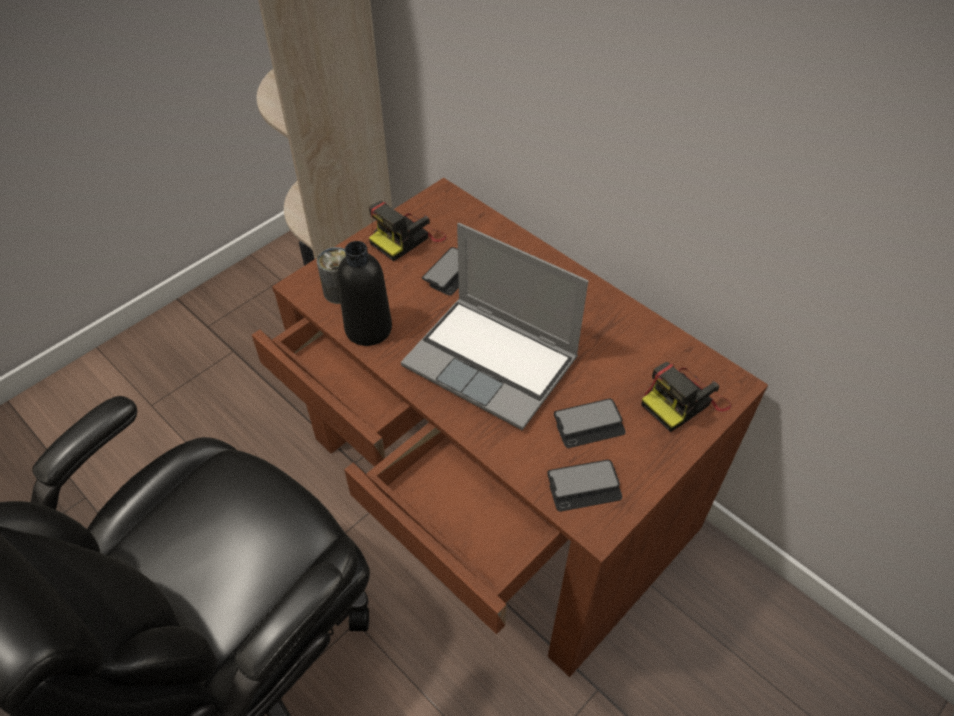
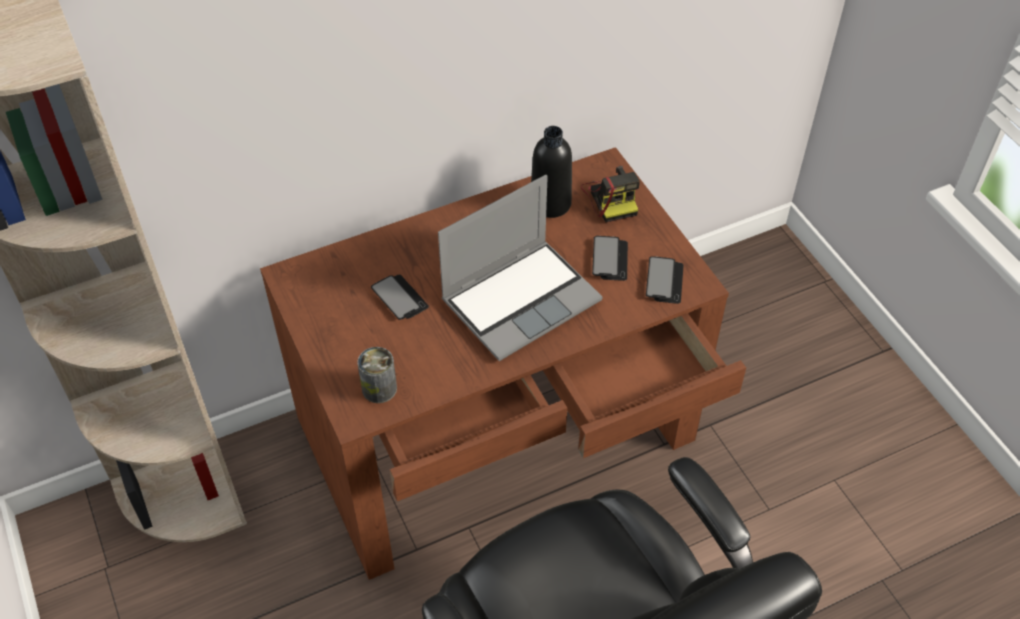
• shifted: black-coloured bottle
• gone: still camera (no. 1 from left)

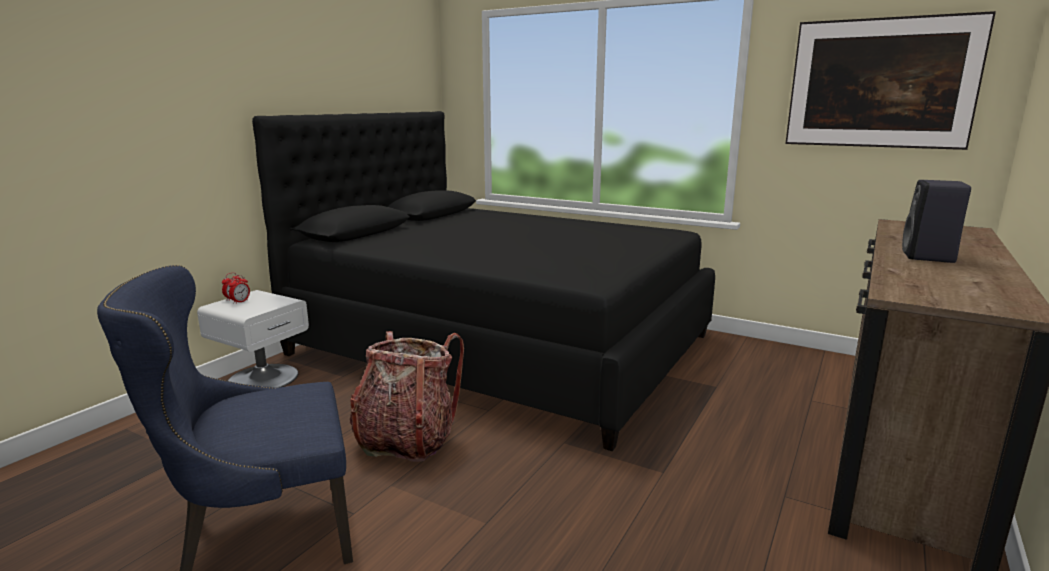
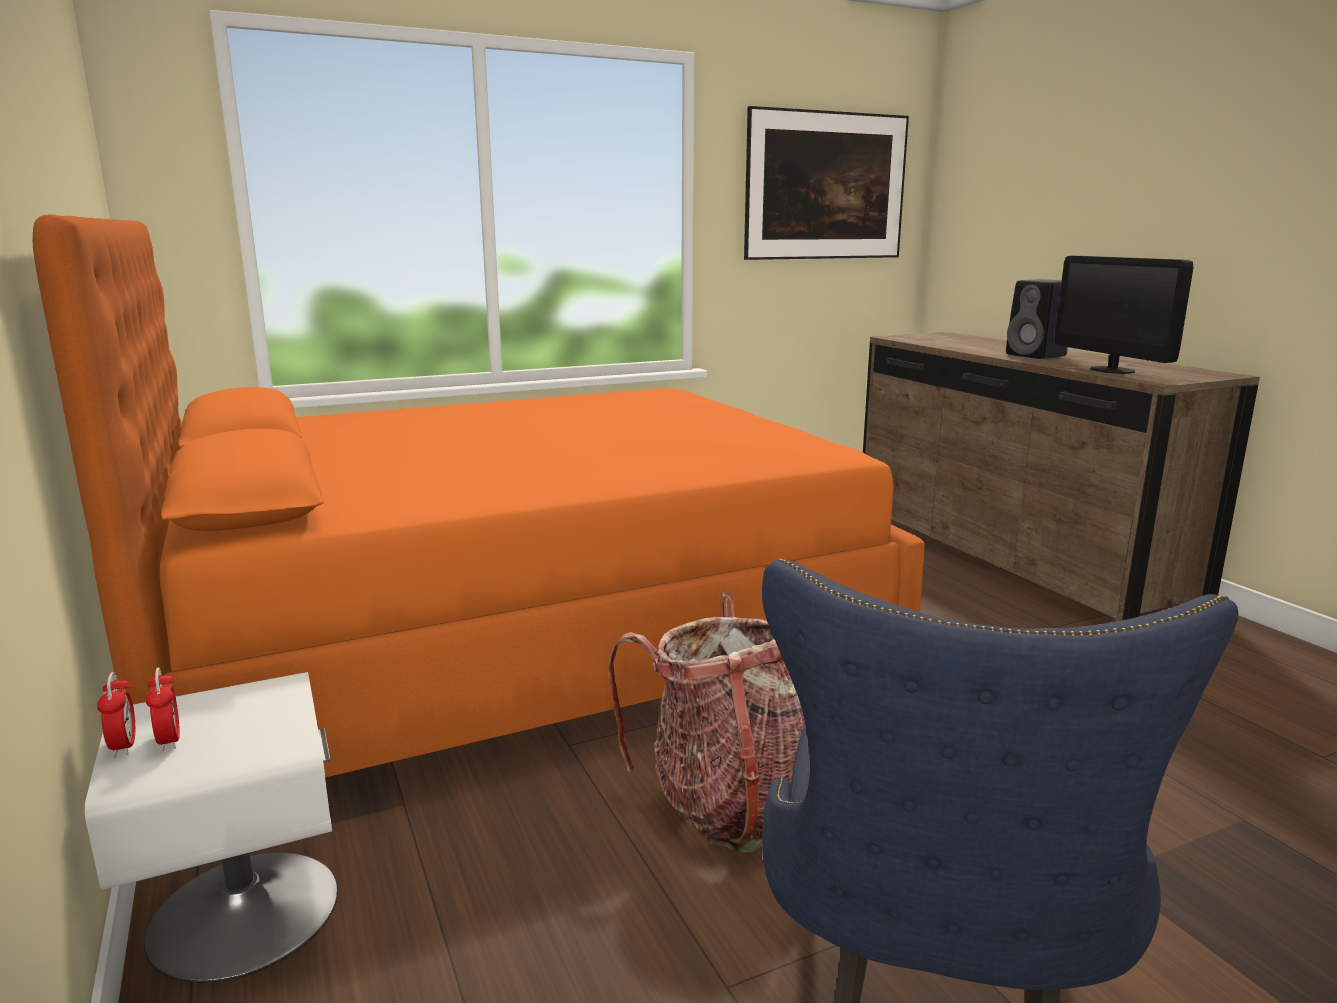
• repainted: black-coloured bed to orangey bed
• new: monitor

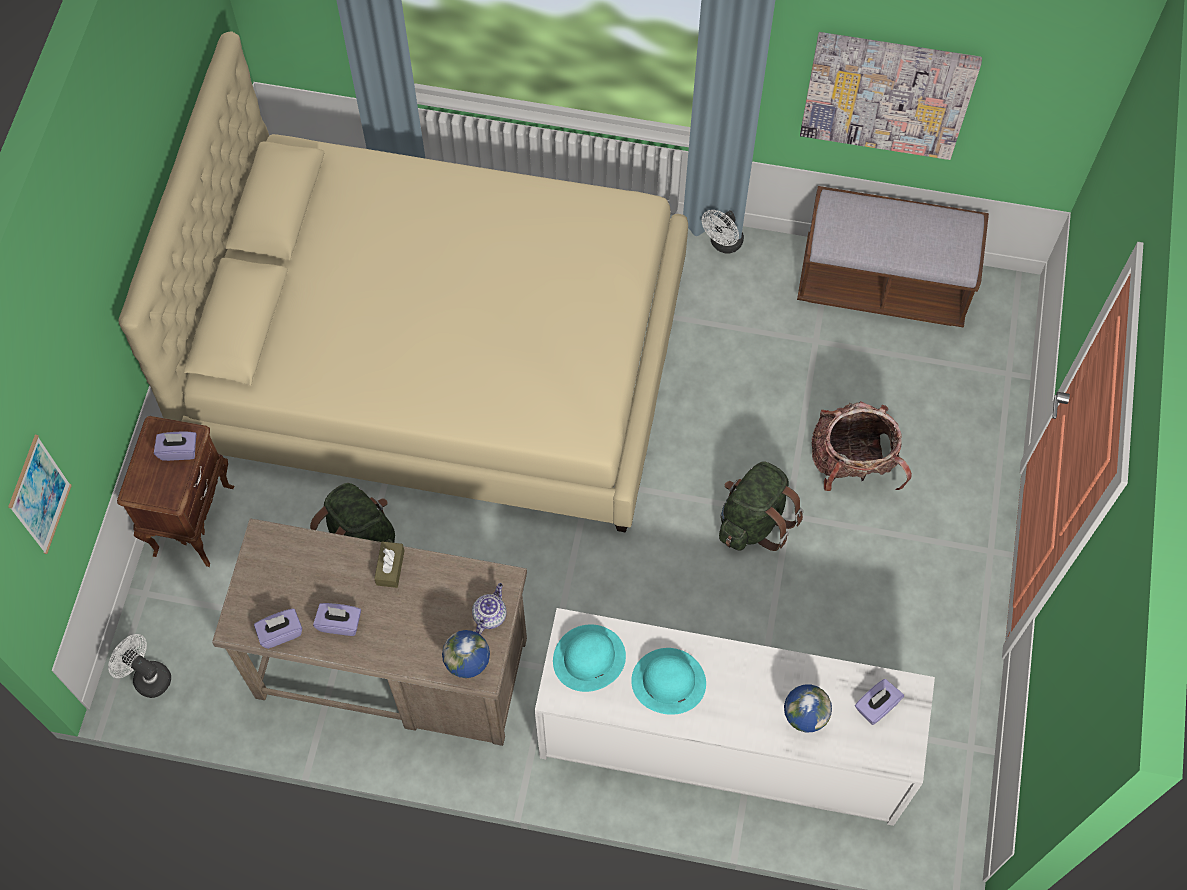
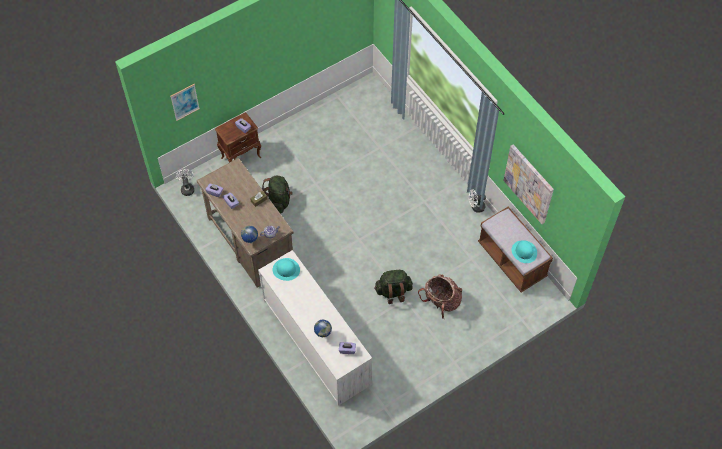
• gone: beige-coloured bed
• shifted: turquoise clothing hat (no. 2 from left)

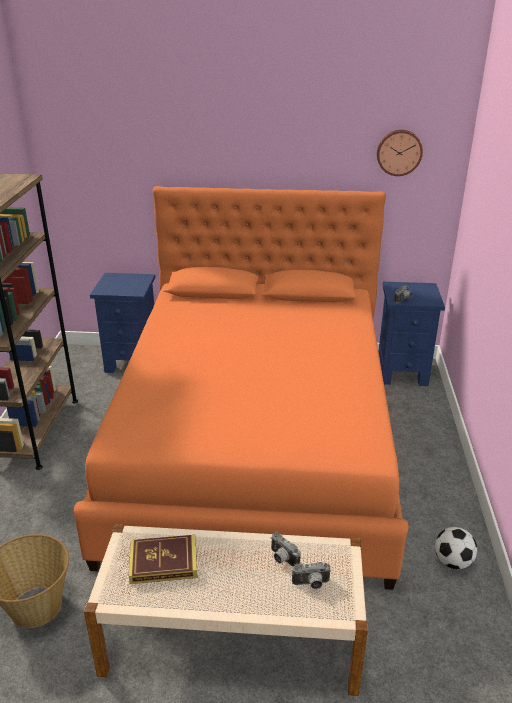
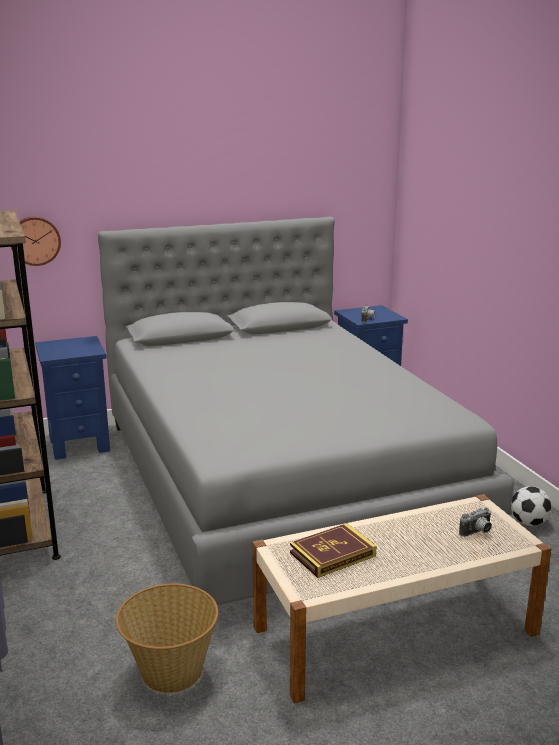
• repainted: orangey bed to grey bed
• gone: still camera (no. 1 from left)
• shifted: wall clock

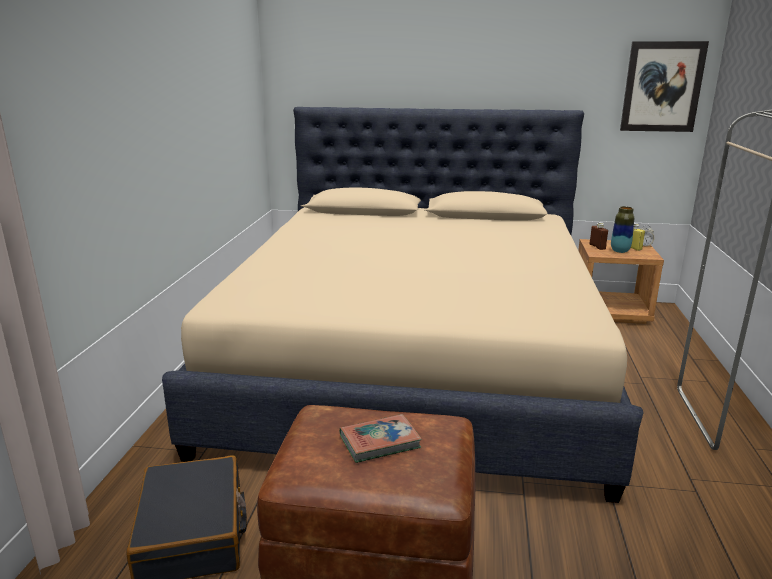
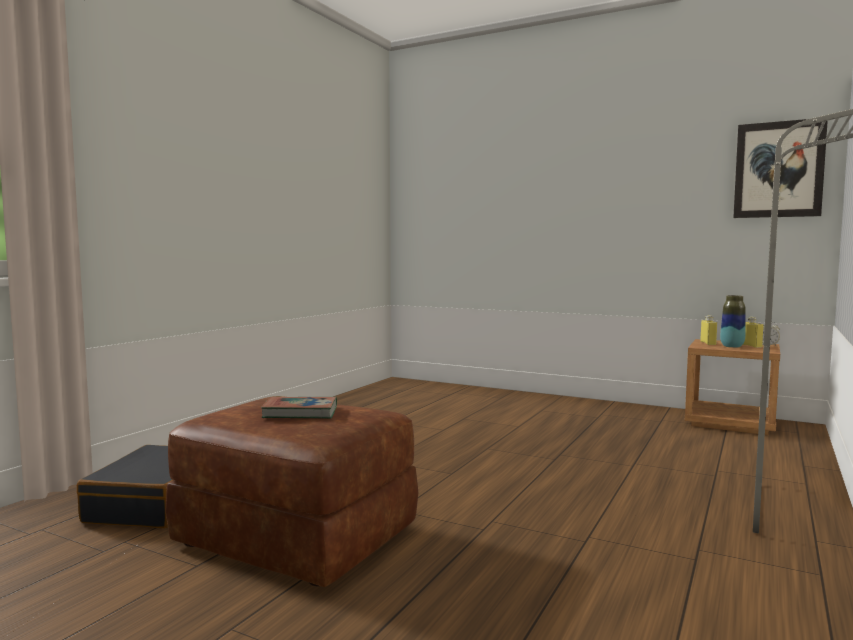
• gone: beige-coloured bed
• repainted: brownish bottle to yellow-coloured bottle (no. 1 from left)

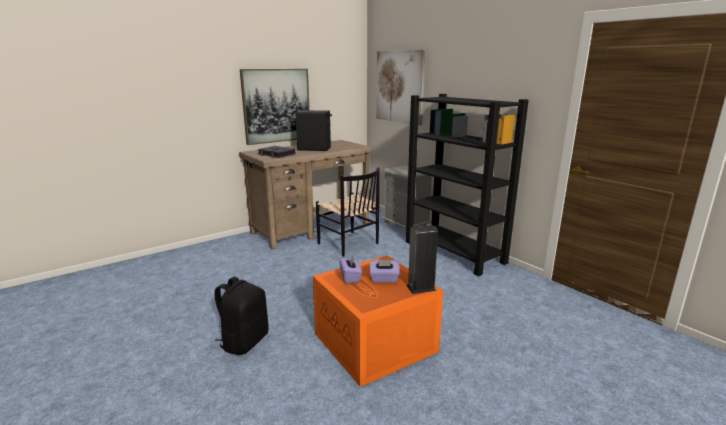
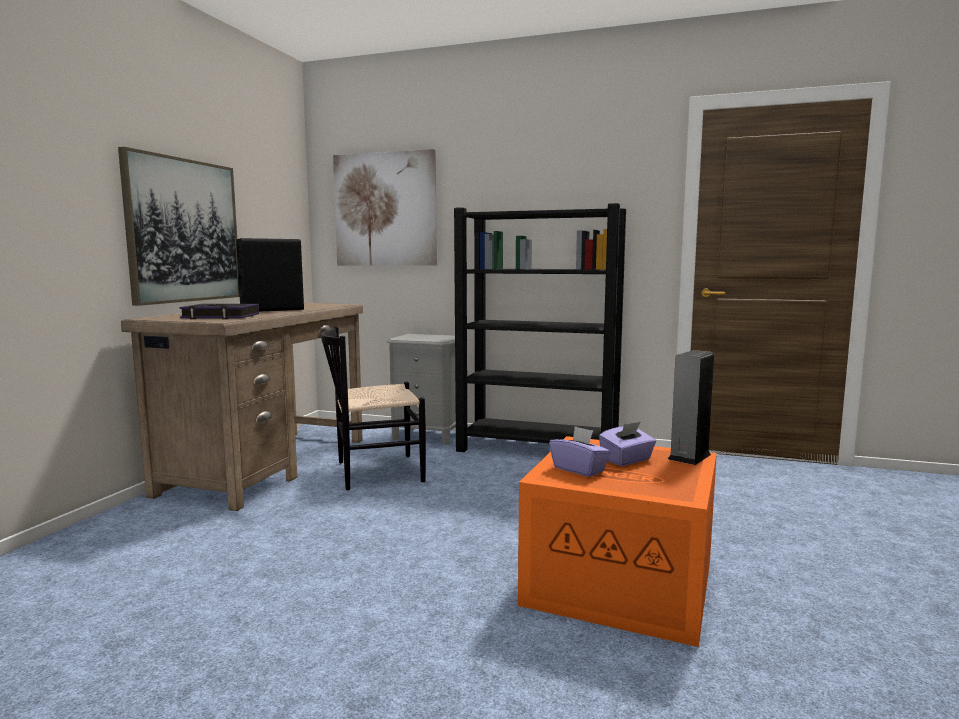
• gone: black-coloured rucksack
• rotated: black-coloured upright chair 150 degrees clockwise

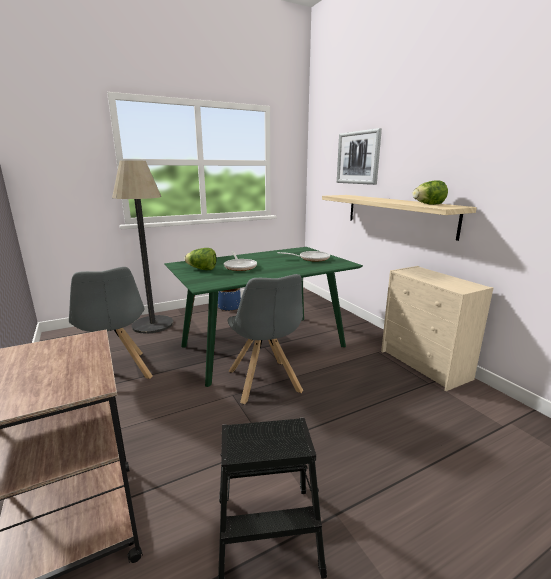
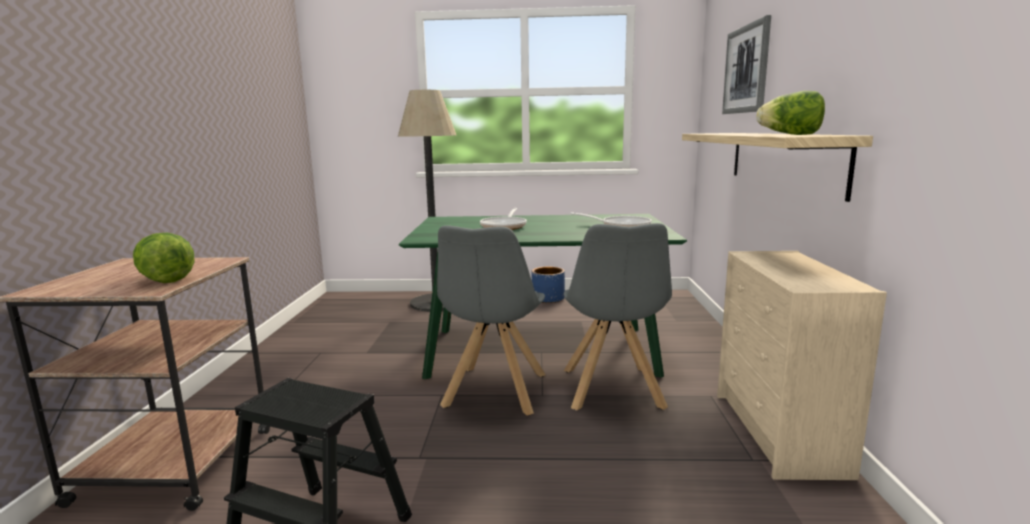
• shifted: grey upright chair (no. 1 from left in the first image) to grey upright chair (no. 2 from left)
• shifted: lettuce head (no. 1 from left)

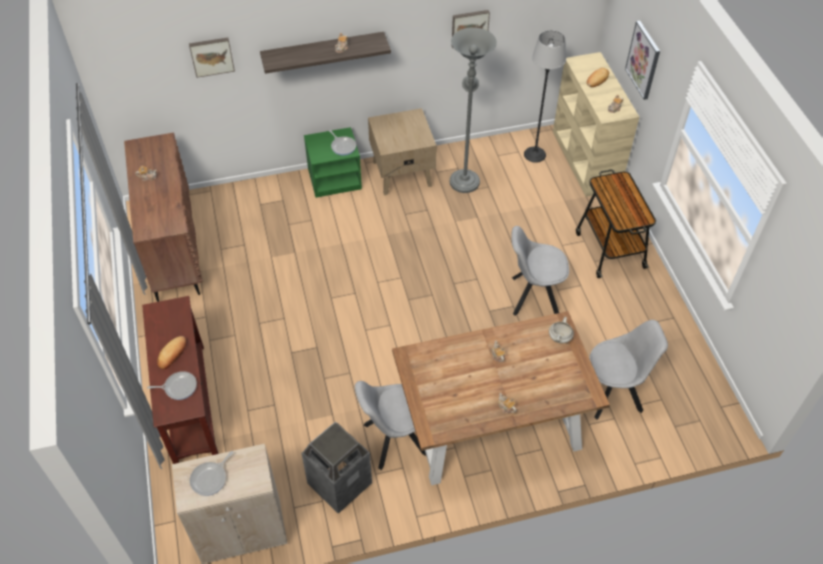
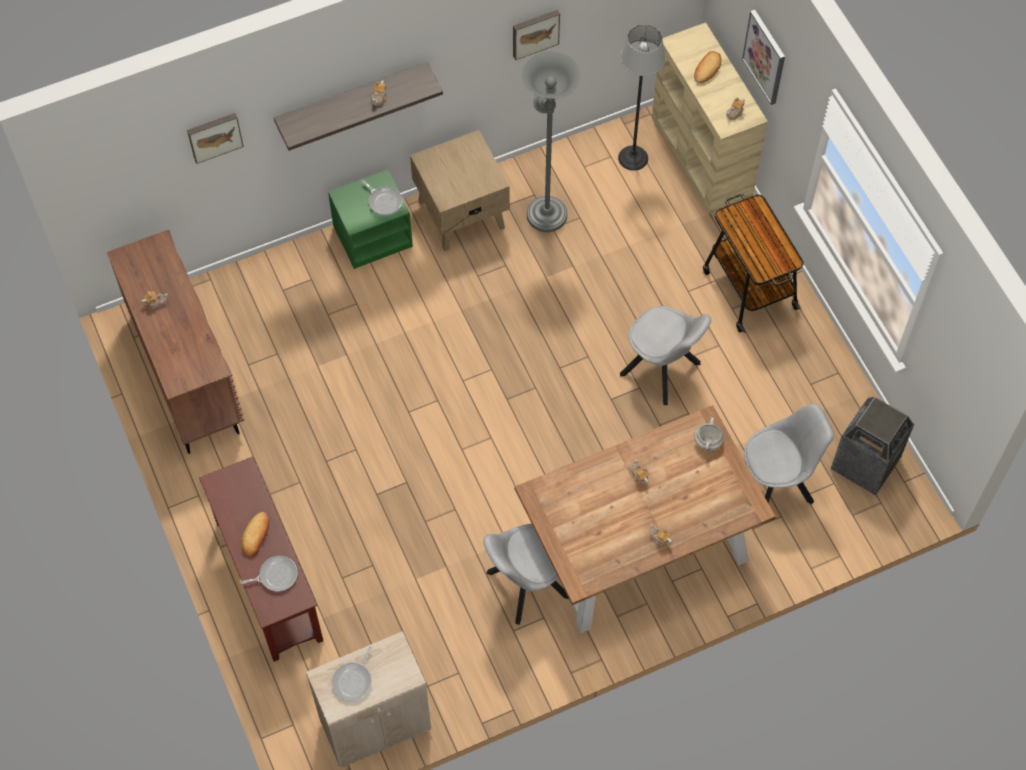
• shifted: rubbish bin
• rotated: grey upright chair (no. 2 from left) 135 degrees counterclockwise

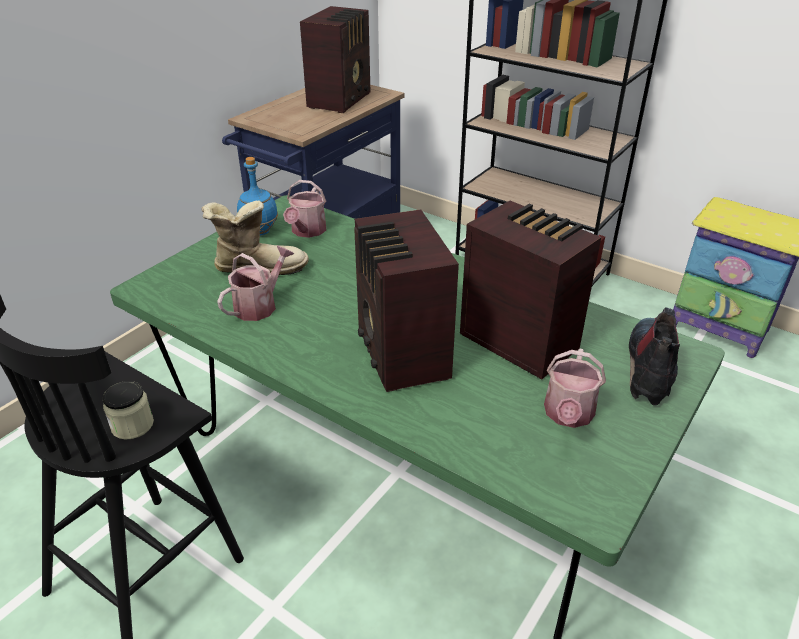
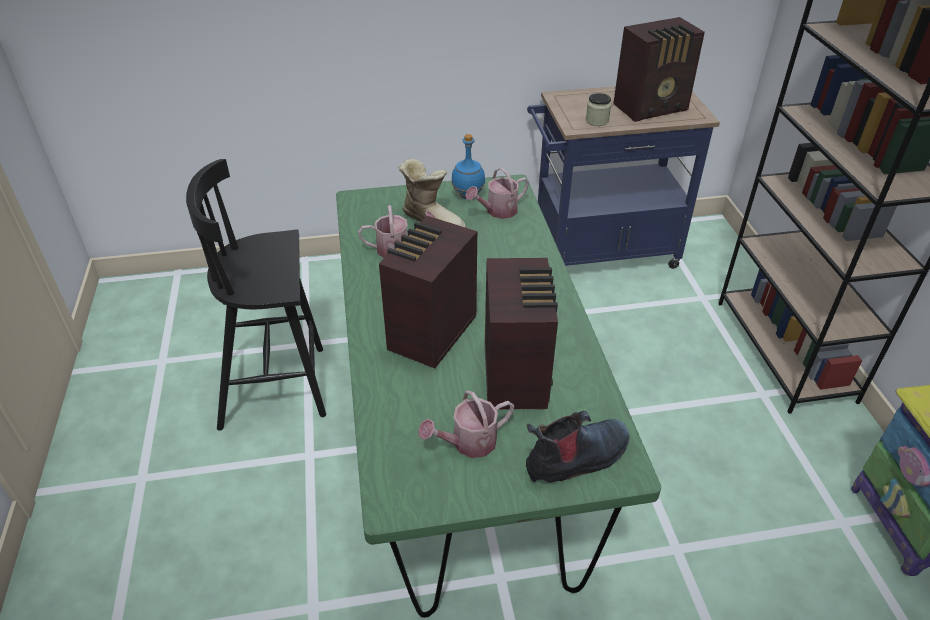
• shifted: storage jar

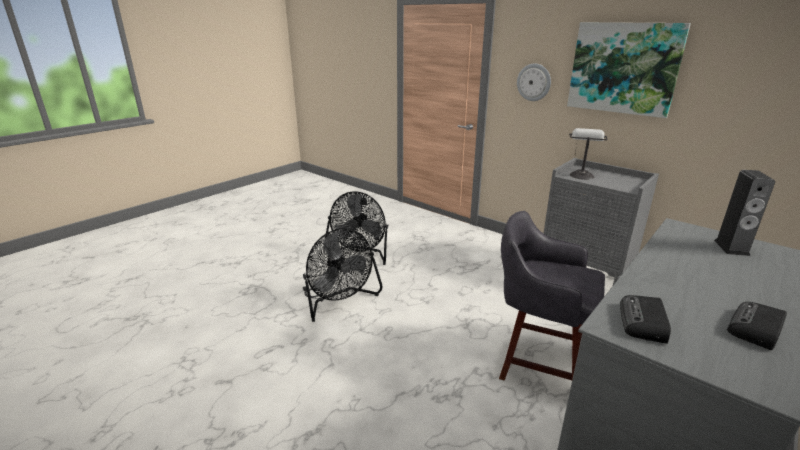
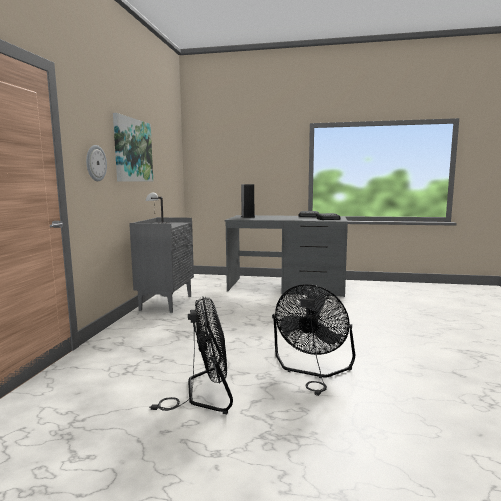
• gone: grey stool

